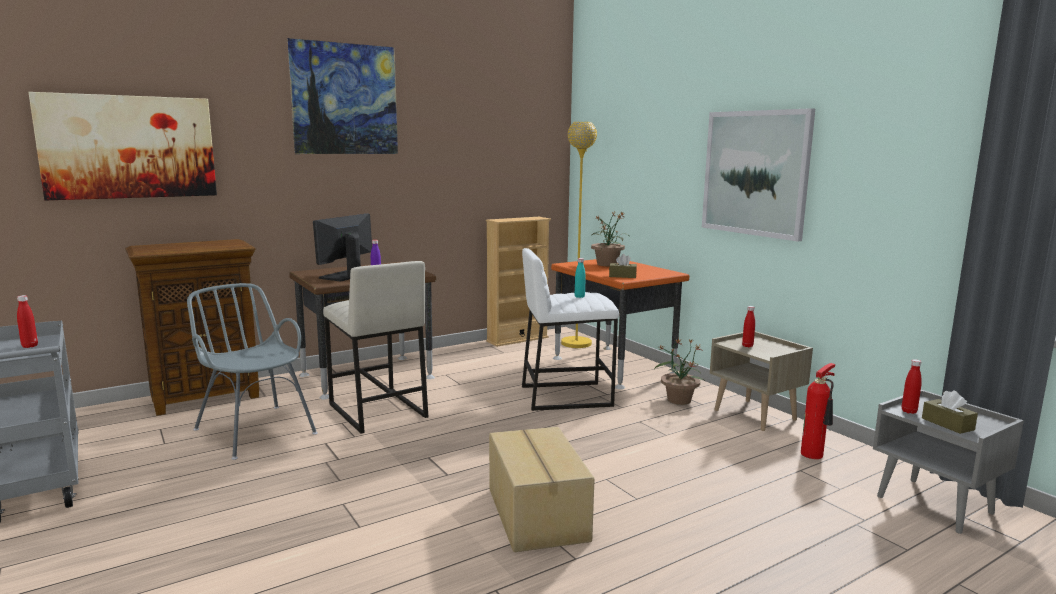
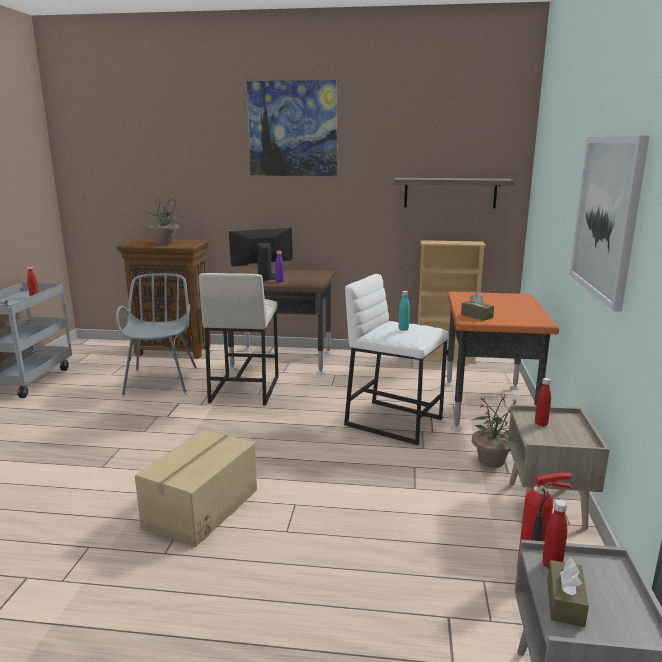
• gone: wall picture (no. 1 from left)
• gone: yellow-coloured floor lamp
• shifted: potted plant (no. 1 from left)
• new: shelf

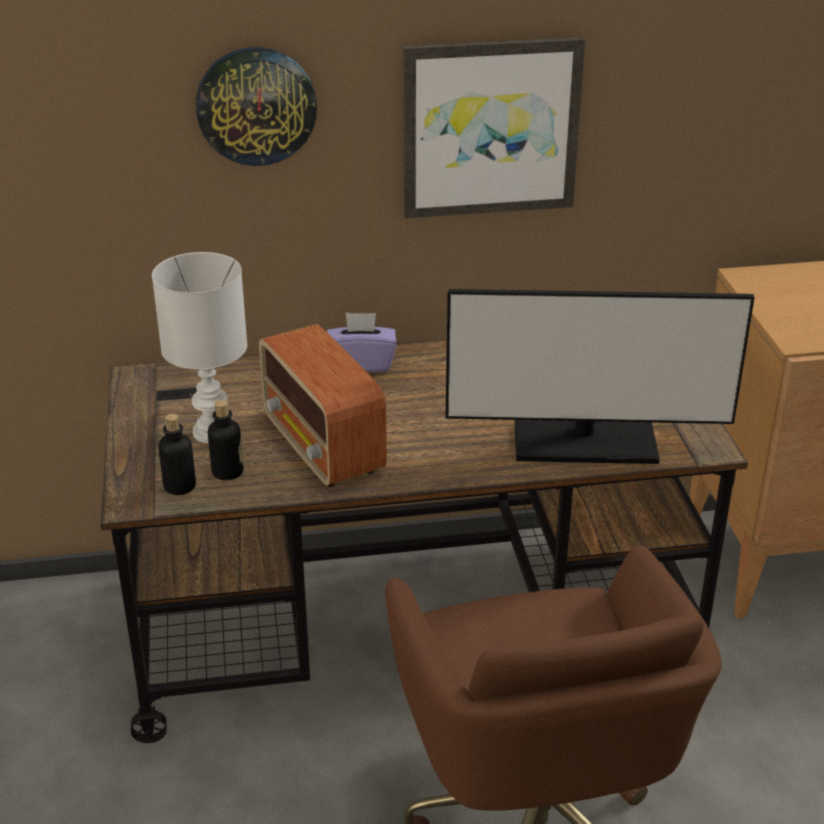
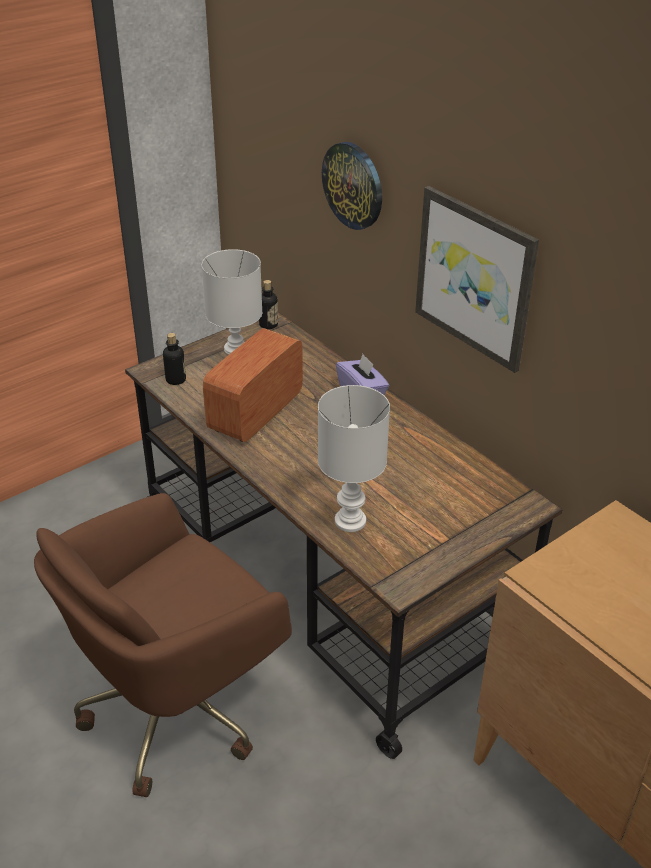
• shifted: bottle (no. 2 from left)
• swapped: monitor to whitish table lamp (no. 2 from left)

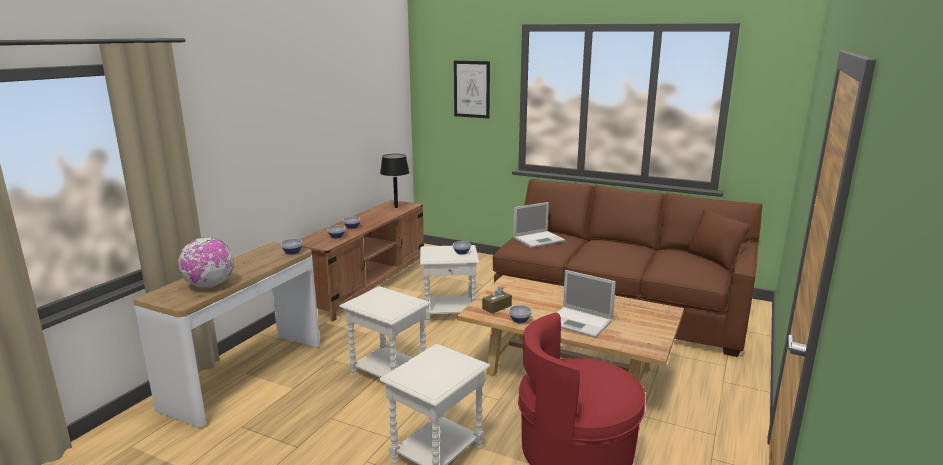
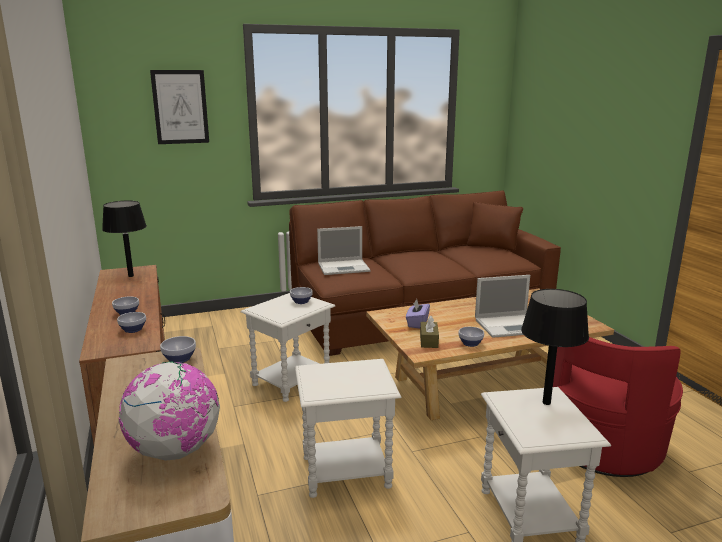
• rotated: laptop (no. 1 from left) 60 degrees clockwise
• new: purple-coloured box of tissues
• new: black-coloured table lamp (no. 2 from left)

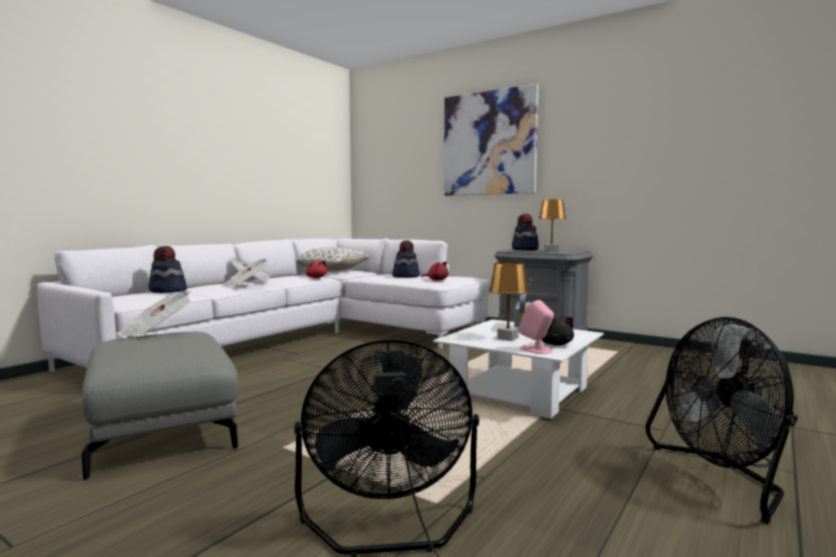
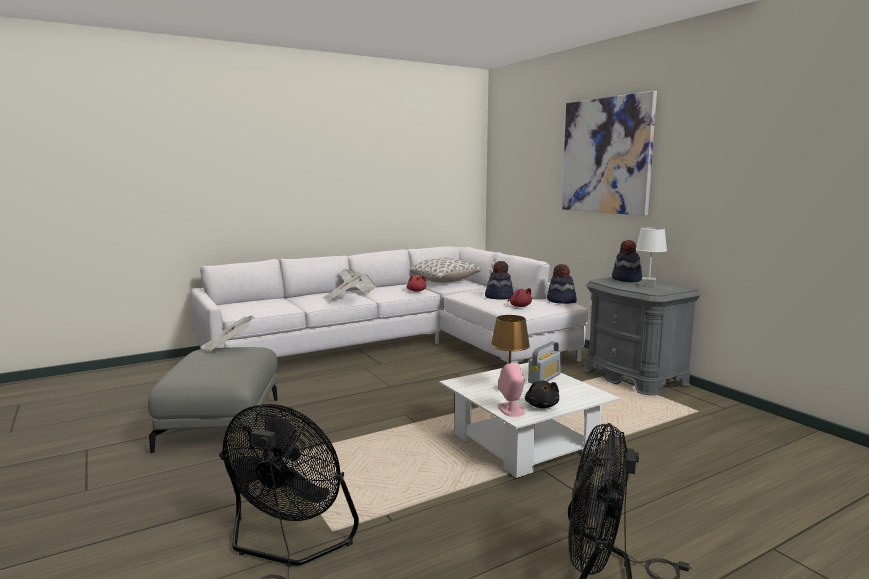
• shifted: clothing hat (no. 1 from left in the first image) to clothing hat (no. 2 from left)
• repainted: brownish table lamp (no. 2 from left) to whitish table lamp

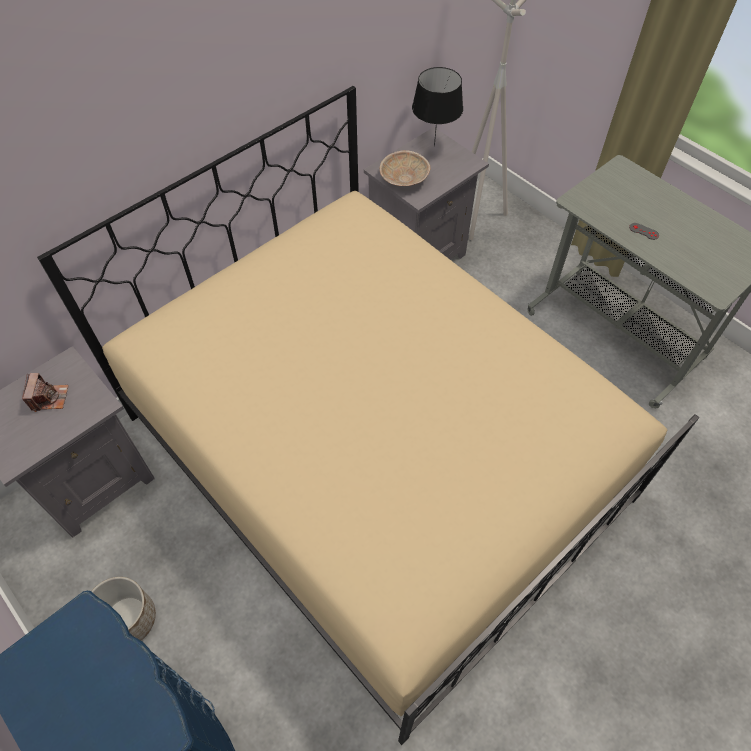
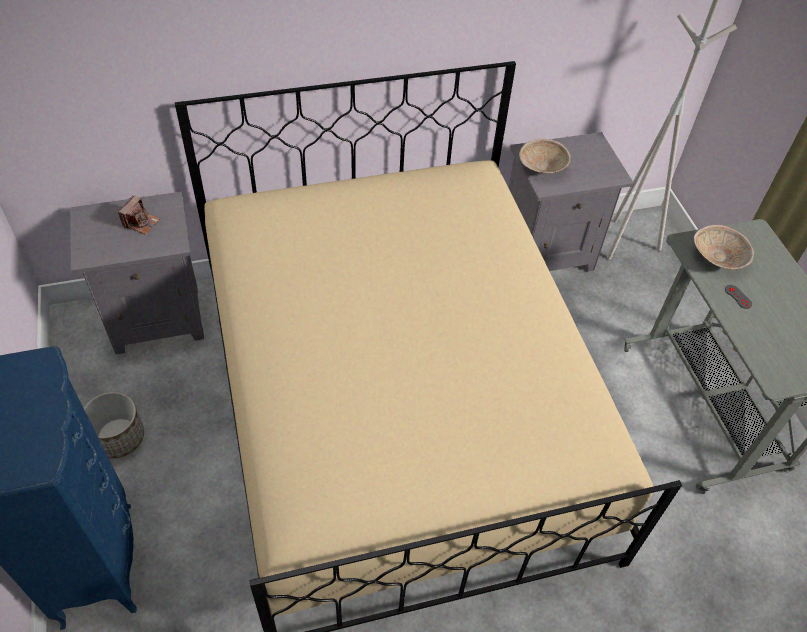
• gone: black-coloured table lamp
• new: beige-coloured deep dish (no. 2 from left)

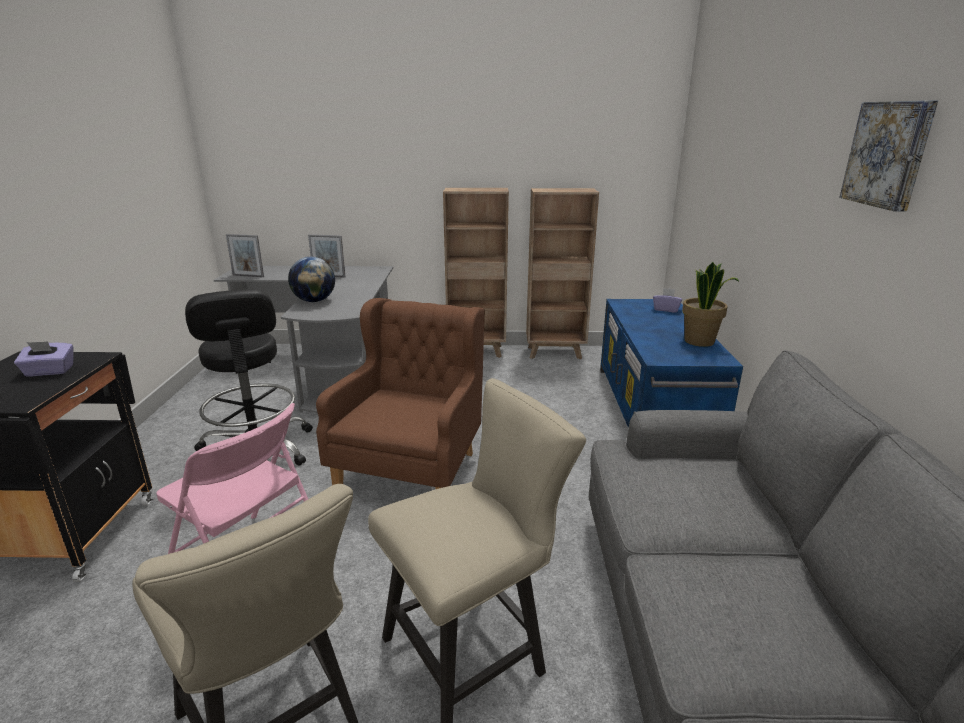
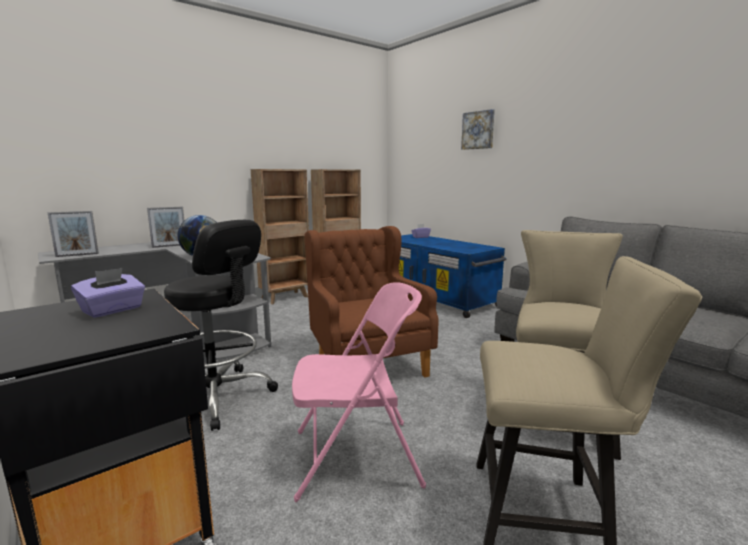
• gone: potted plant
• shifted: wall picture

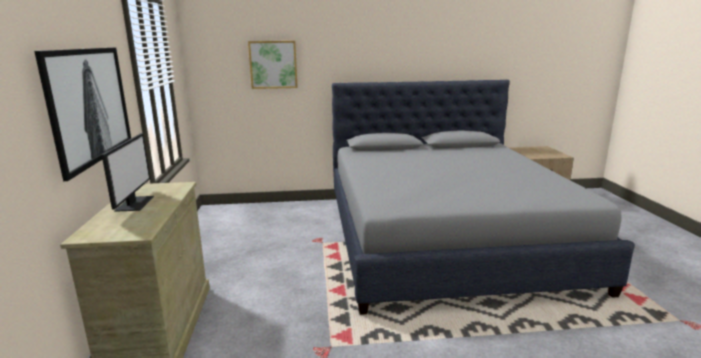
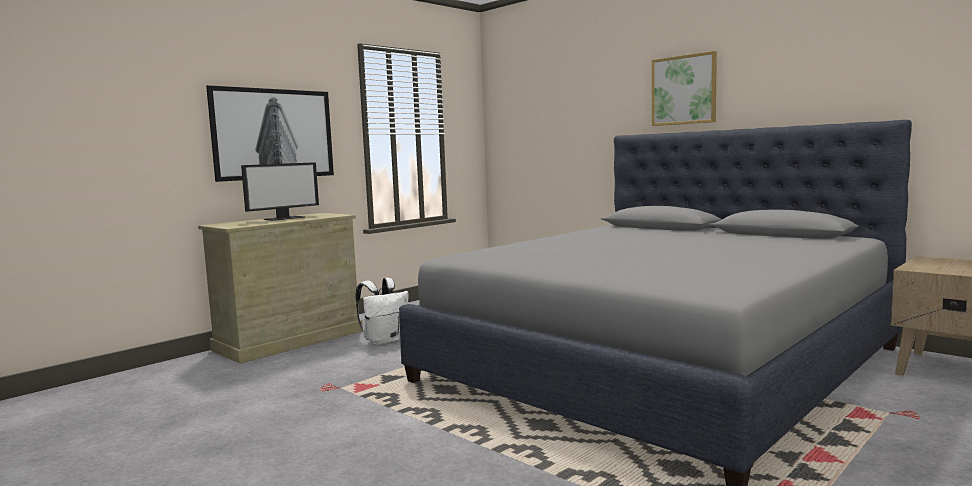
• shifted: wall picture (no. 2 from left)
• new: whitish rucksack

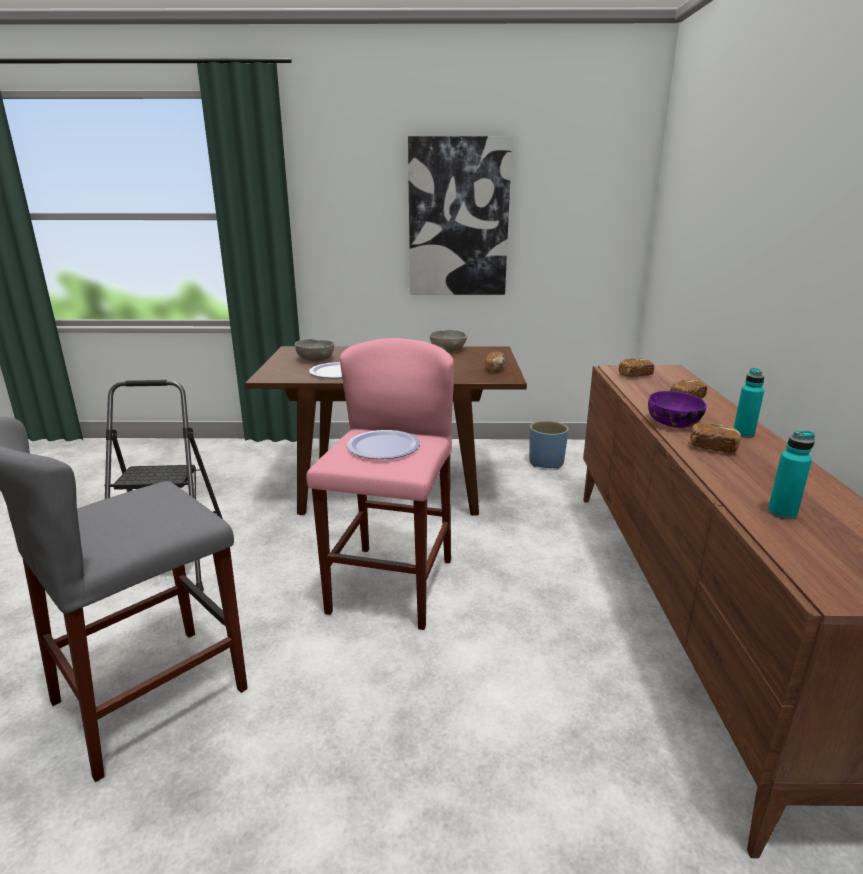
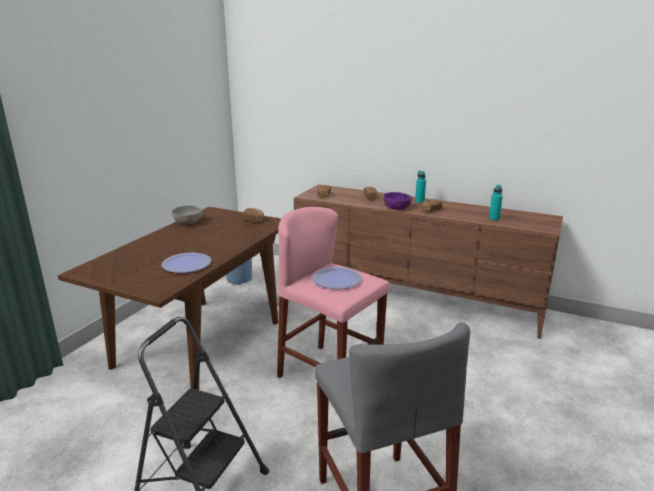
• gone: grey deep dish (no. 1 from left)
• gone: wall picture

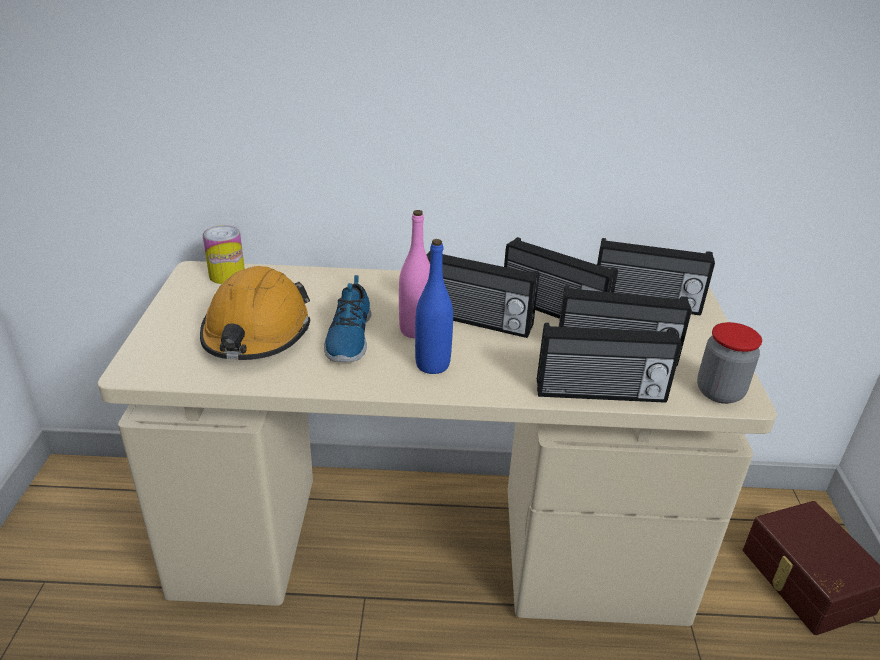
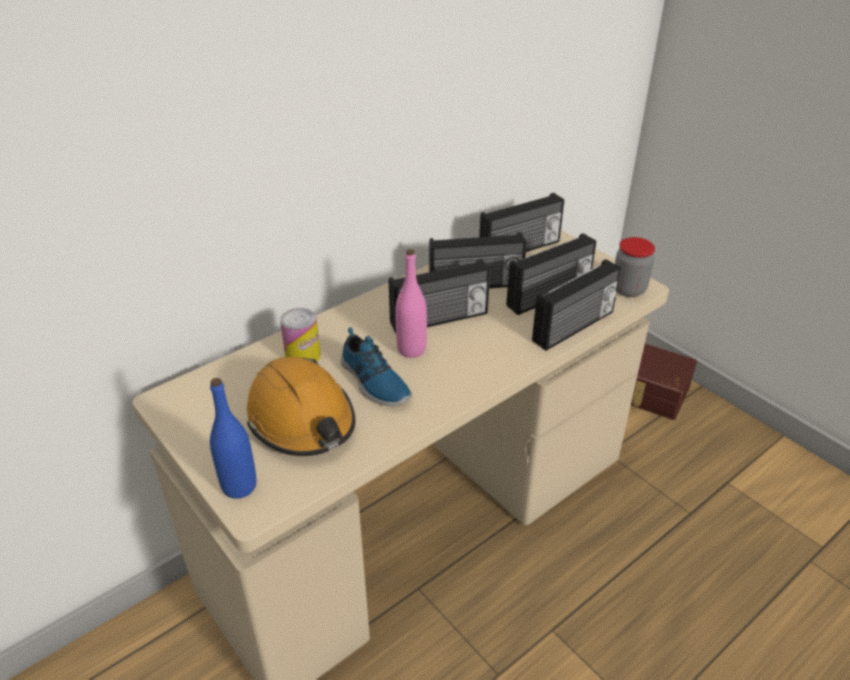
• shifted: can
• shifted: blue-coloured bottle

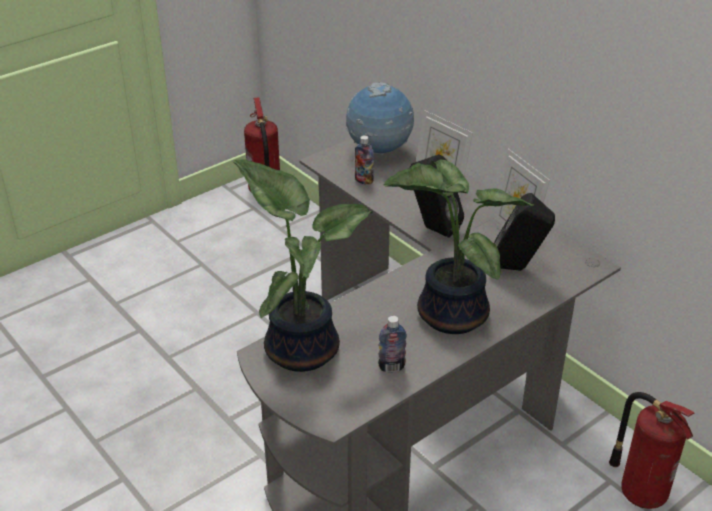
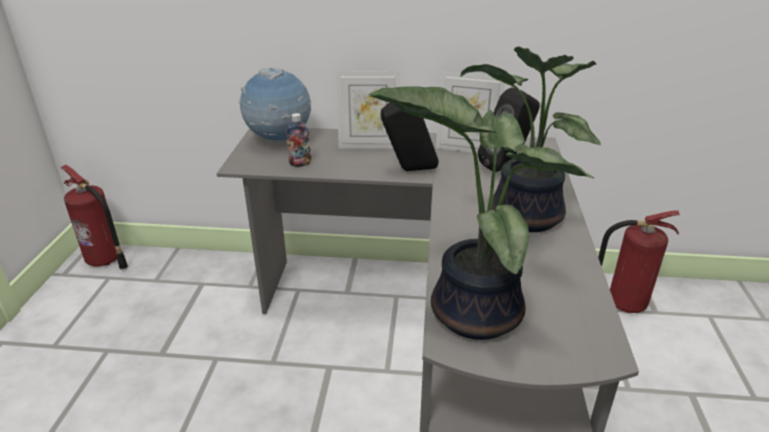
• gone: bottle (no. 2 from left)

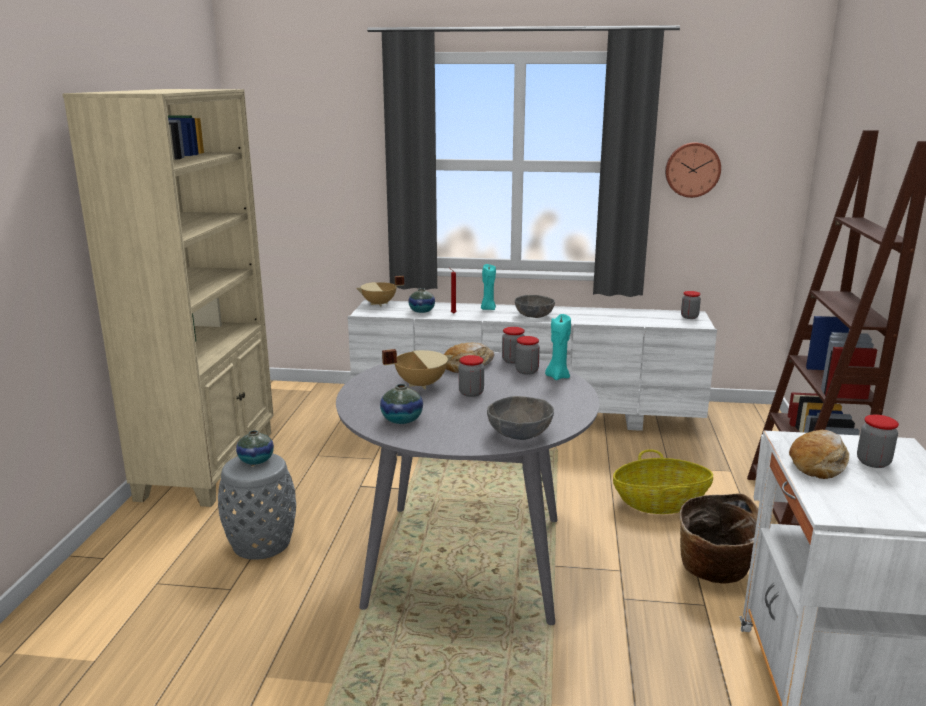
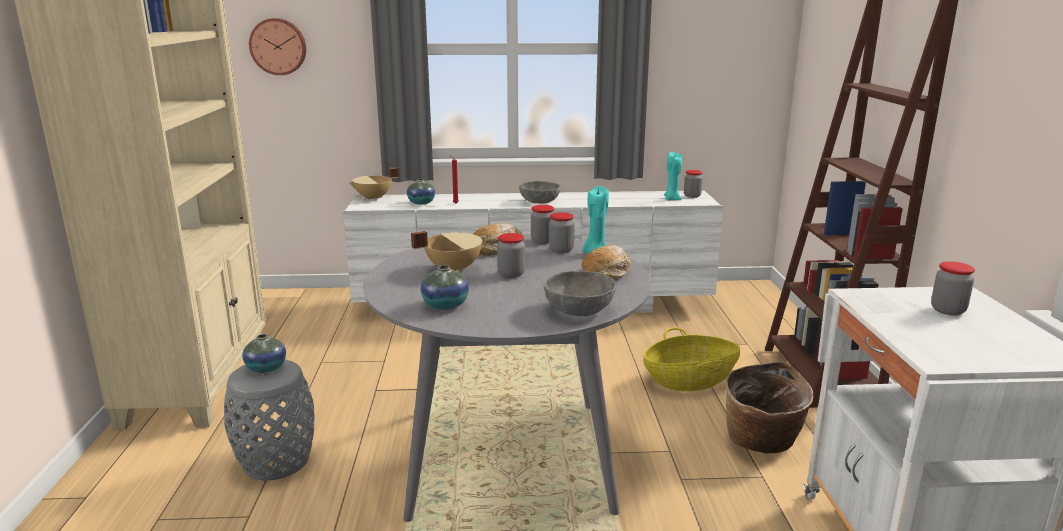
• shifted: turquoise wax light (no. 1 from left in the first image) to turquoise wax light (no. 2 from left)
• shifted: wall clock
• shifted: bread (no. 2 from left)

